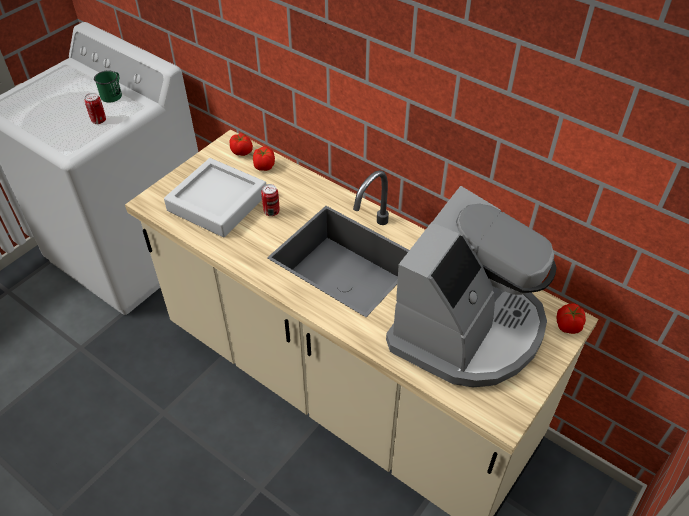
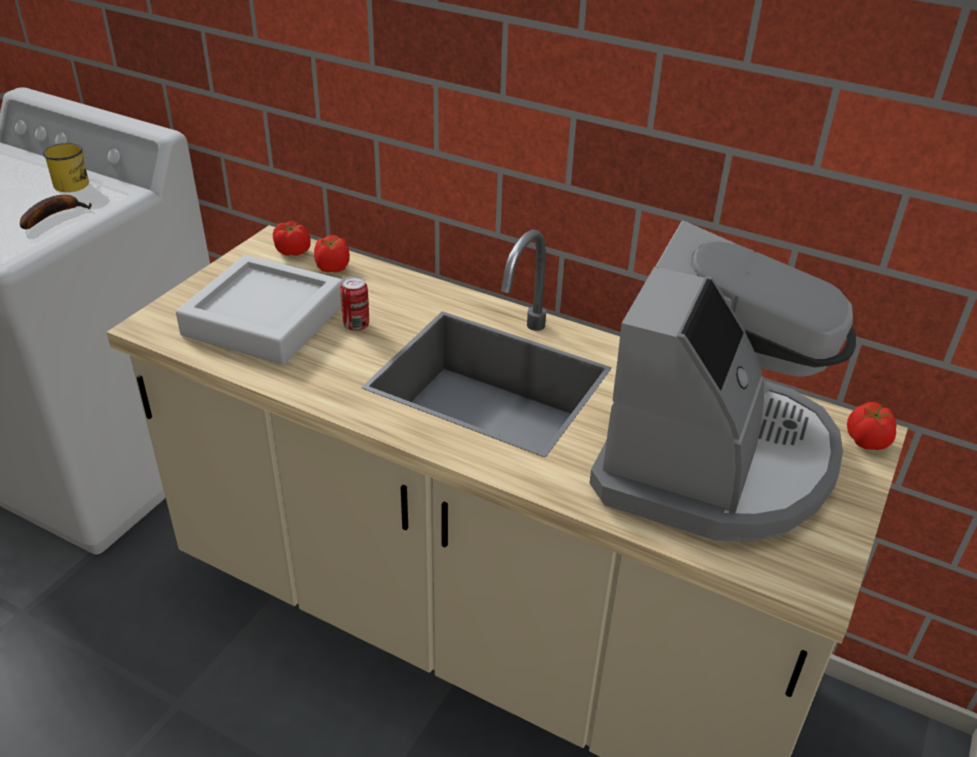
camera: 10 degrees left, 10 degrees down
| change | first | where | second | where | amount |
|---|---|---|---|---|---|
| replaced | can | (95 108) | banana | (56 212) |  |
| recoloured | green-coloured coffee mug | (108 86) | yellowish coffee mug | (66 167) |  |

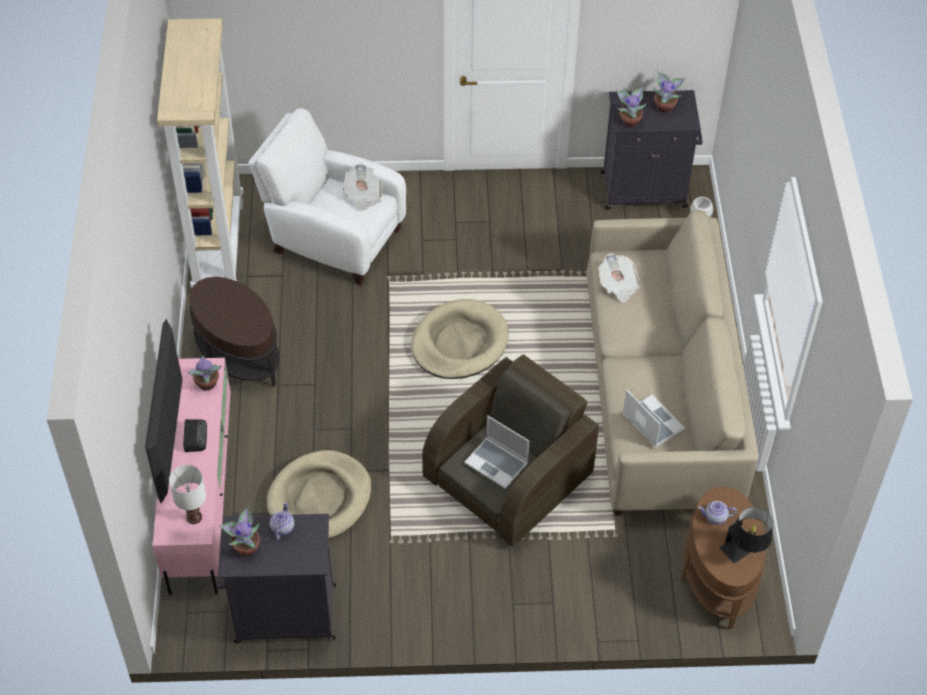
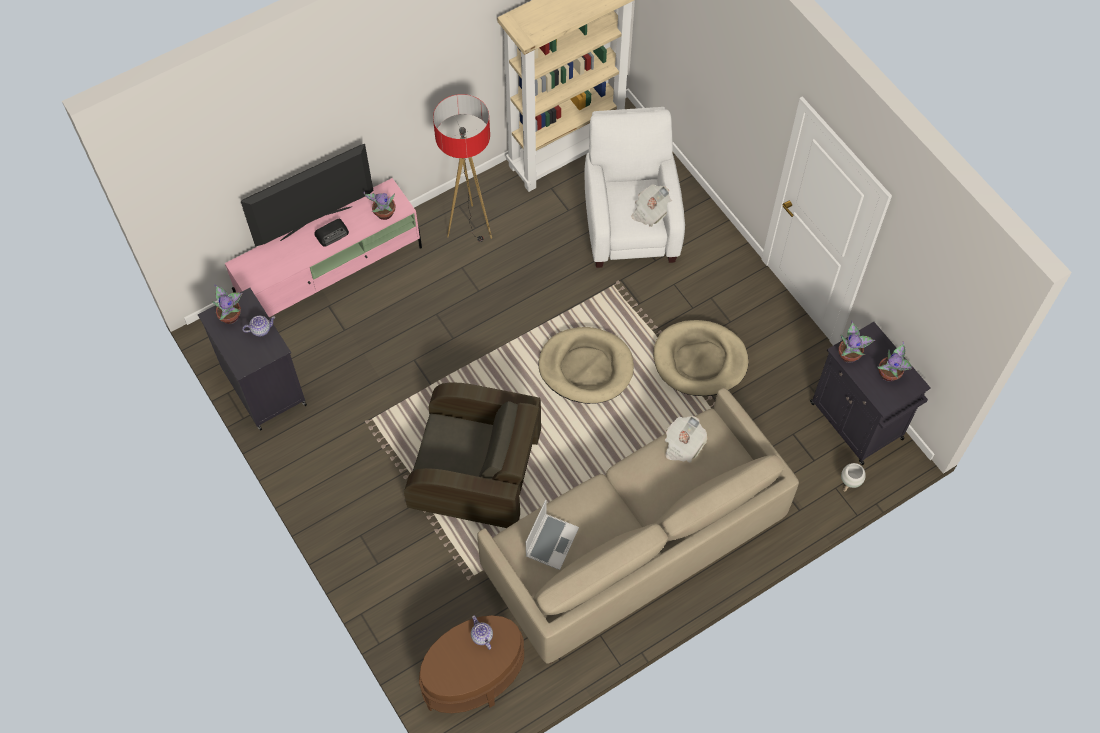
camera: 60 degrees right, 10 degrees up
| change | first | where | second | where | amount |
|---|---|---|---|---|---|
| removed | white table lamp | (187 494) |  |  |  |
| replaced | brown end table | (234 332) | standing lamp | (462 168) |  |
| moved | sand-coloured dog bed | (319 494) |  | (700 358) |  |
| removed | laptop | (496 452) |  |  |  |
| removed | black-coloured table lamp | (746 535) |  |  |  |

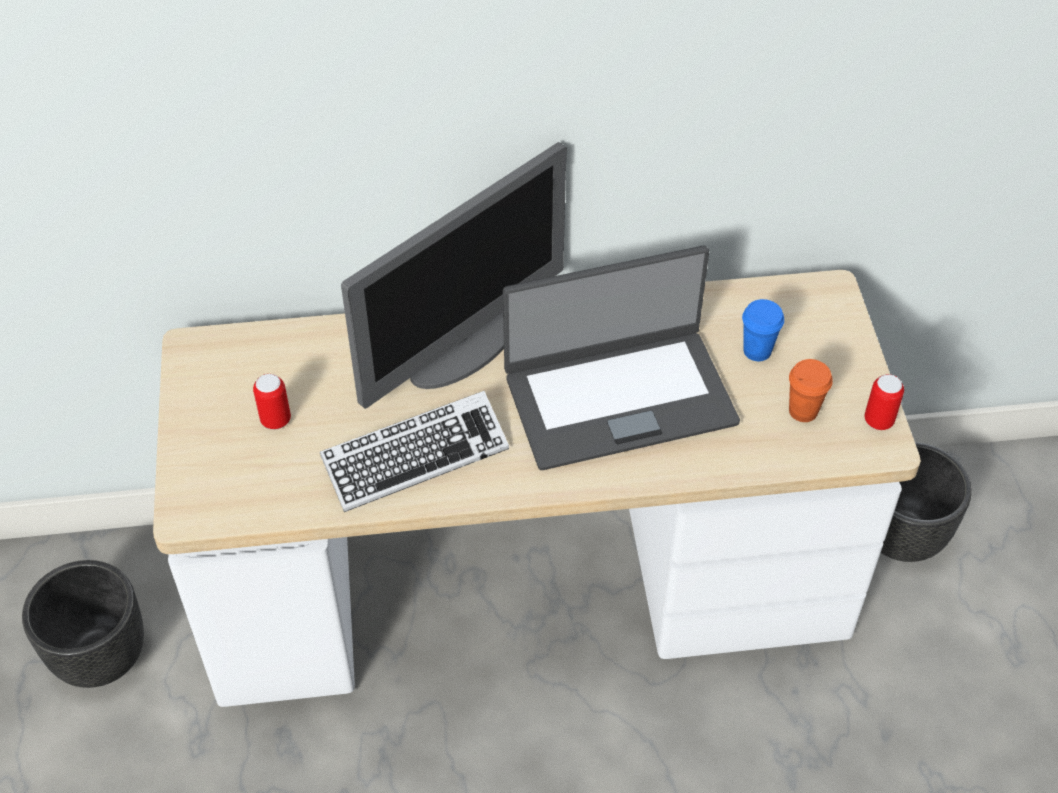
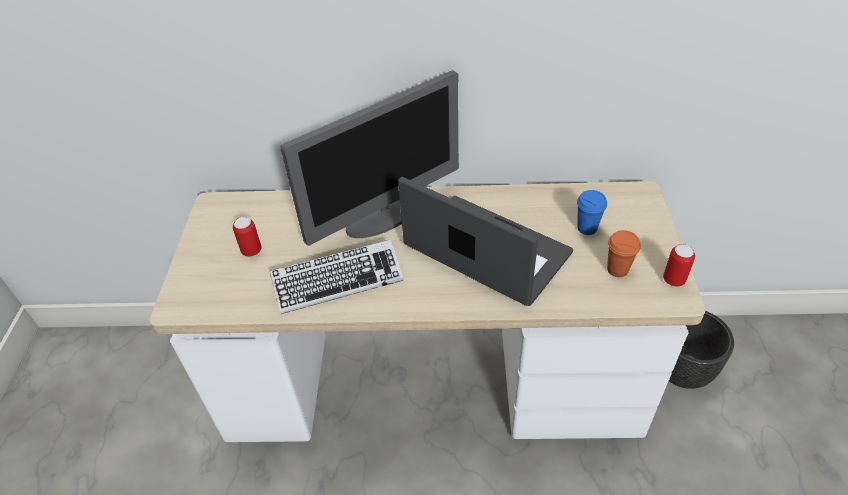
camera: 10 degrees right, 5 degrees down
| change | first | where | second | where | amount |
|---|---|---|---|---|---|
| removed | black-coloured planter | (83 624) |  |  |  |
| turned | laptop | (621 358) |  | (485 241) | 135 degrees counterclockwise |

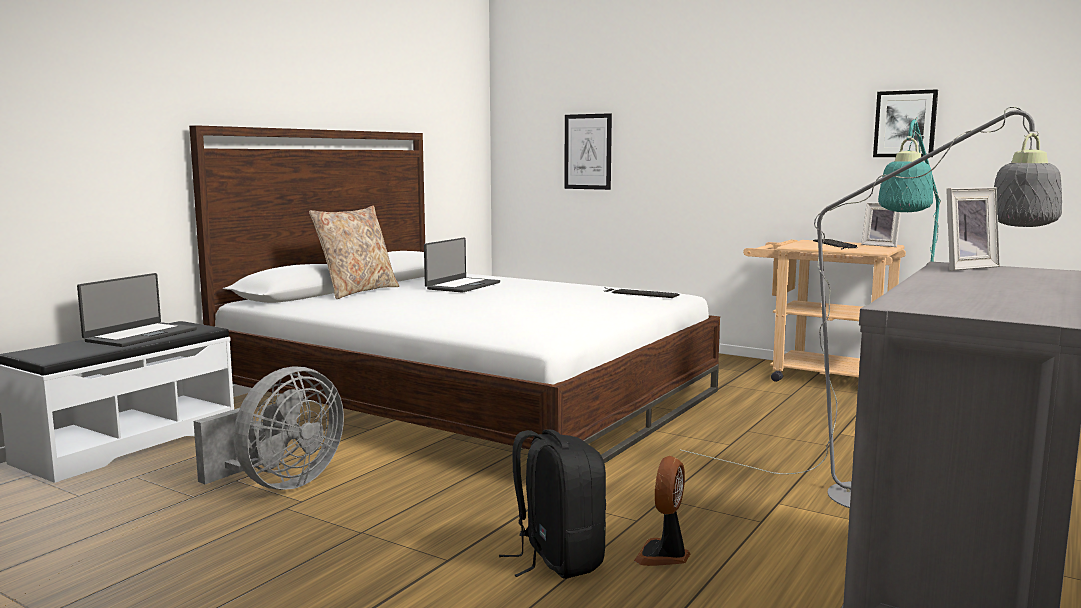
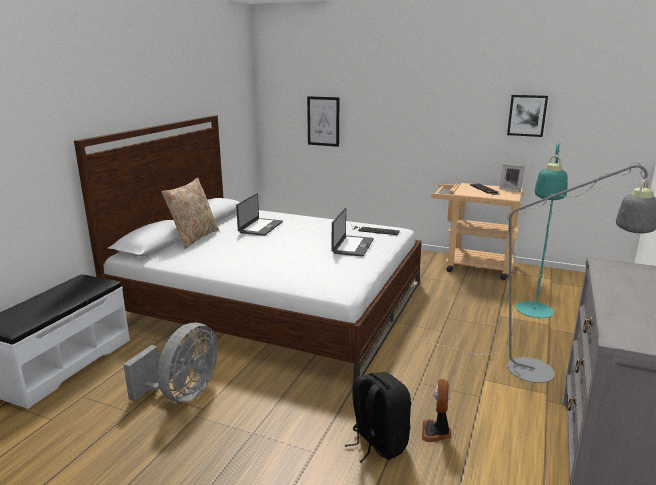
camera: 10 degrees left, 10 degrees up
| change | first | where | second | where | amount |
|---|---|---|---|---|---|
| moved | laptop | (137 310) |  | (353 232) |  |
| removed | picture frame | (973 229) |  |  |  |

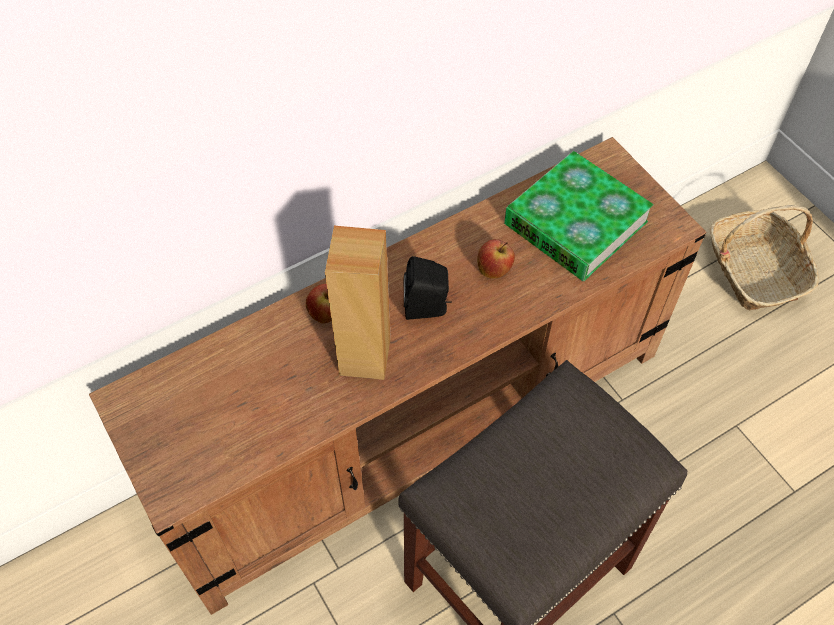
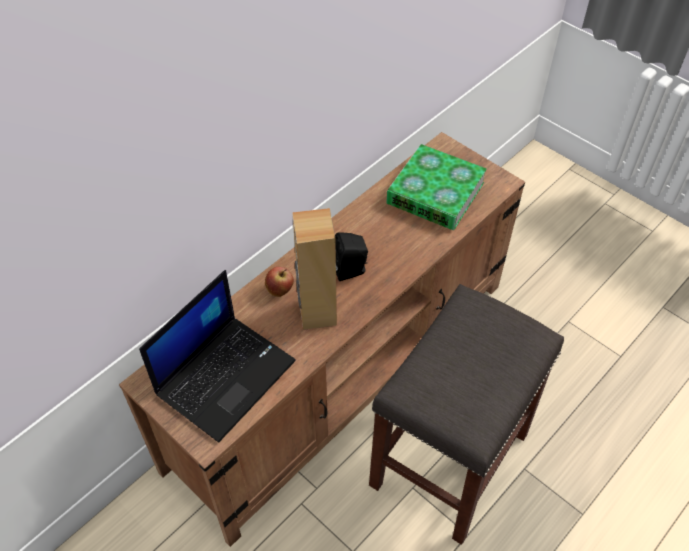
camera: 15 degrees left, 5 degrees down
| change | first | where | second | where | amount |
|---|---|---|---|---|---|
| removed | apple fruit | (496 259) |  |  |  |
| removed | storage basket | (764 258) |  |  |  |
| added |  |  | laptop | (217 356) |  |

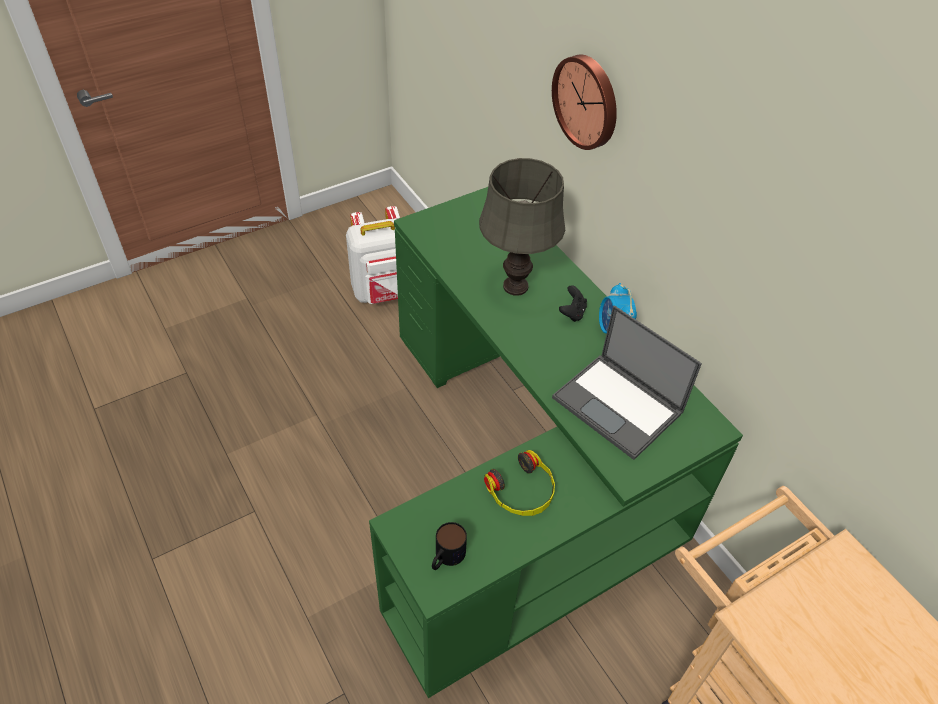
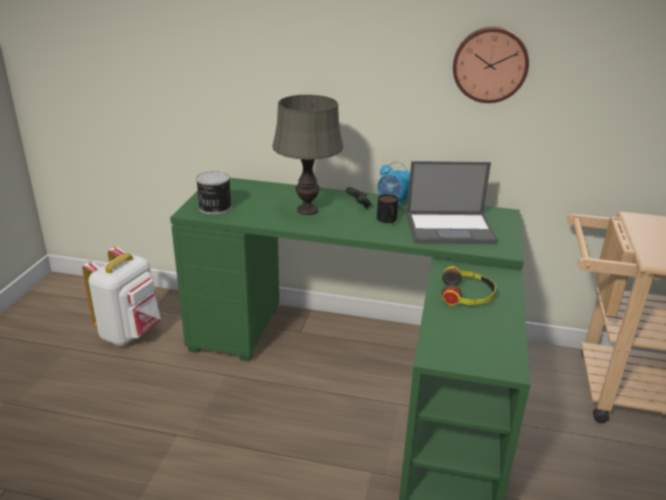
camera: 45 degrees left, 20 degrees down
| change | first | where | second | where | amount |
|---|---|---|---|---|---|
| moved | coffee mug | (449 546) |  | (387 208) |  |
| moved | wall clock | (584 102) |  | (491 65) |  |
| added |  |  | can | (214 193) |  |

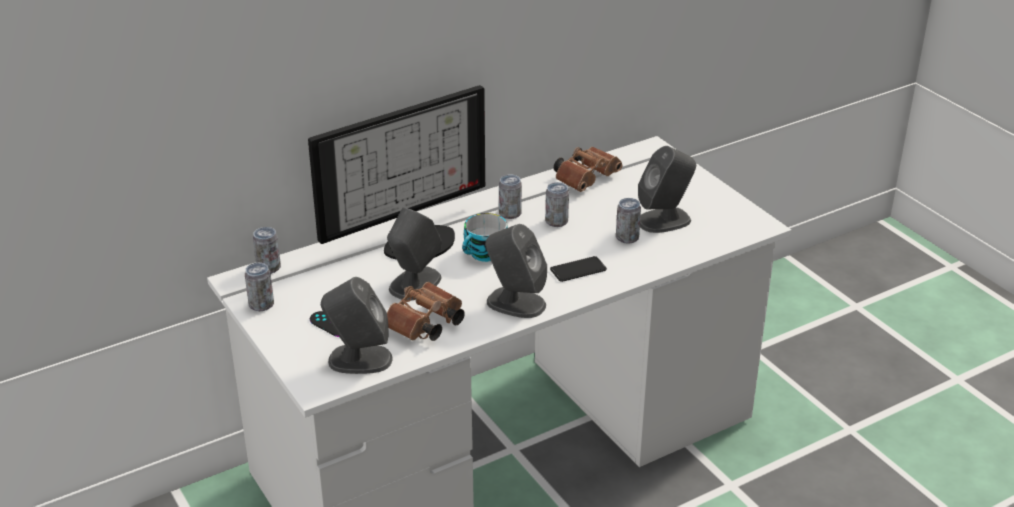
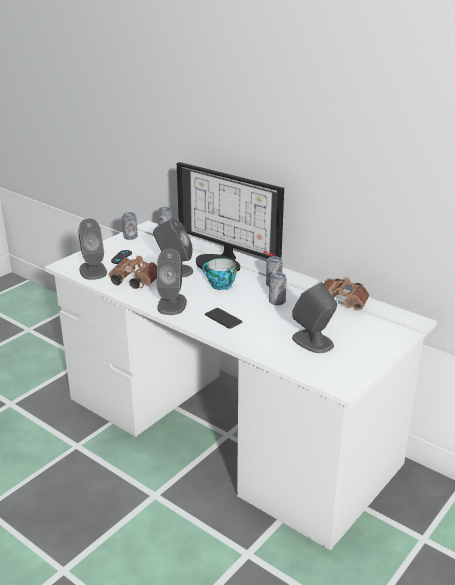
camera: 70 degrees right, 5 degrees down
| change | first | where | second | where | amount |
|---|---|---|---|---|---|
| removed | can | (628 221) |  |  |  |

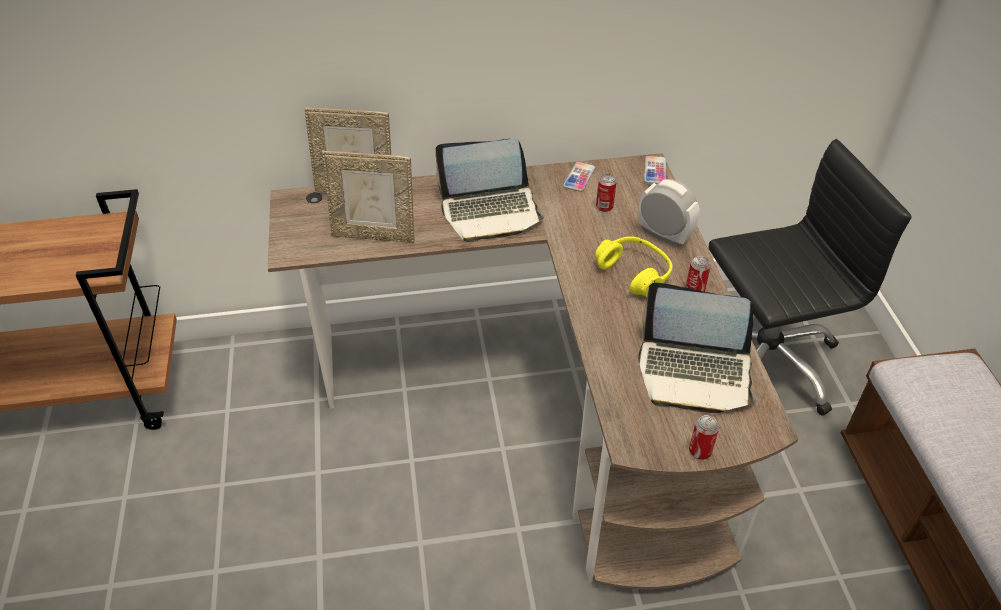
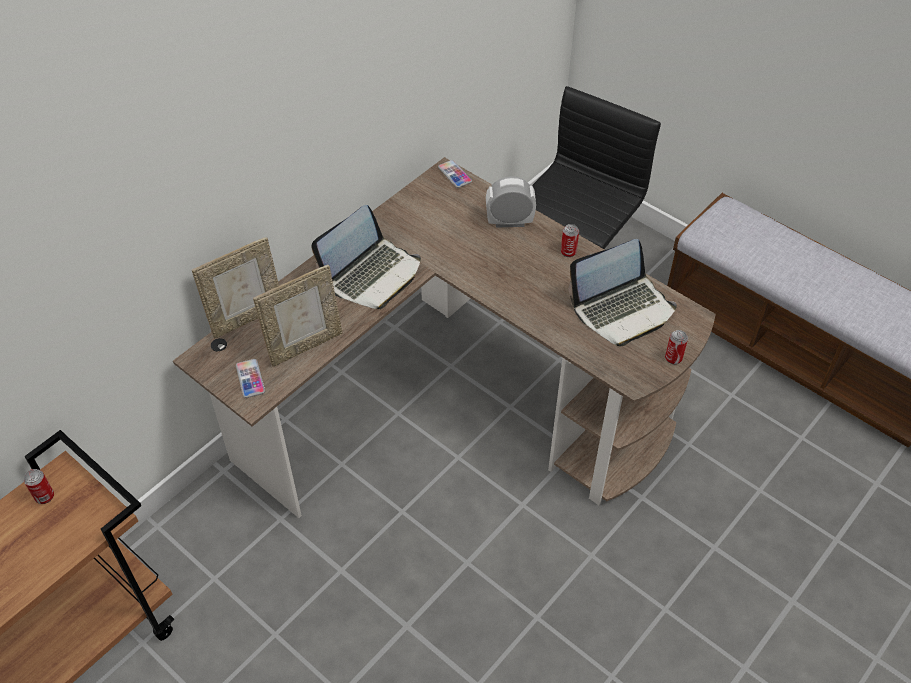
camera: 40 degrees left, 5 degrees up
| change | first | where | second | where | amount |
|---|---|---|---|---|---|
| moved | telephone | (579 177) |  | (250 378) |  |
| removed | yellowish headphones | (633 266) |  |  |  |
| moved | can | (606 192) |  | (38 486) |  |

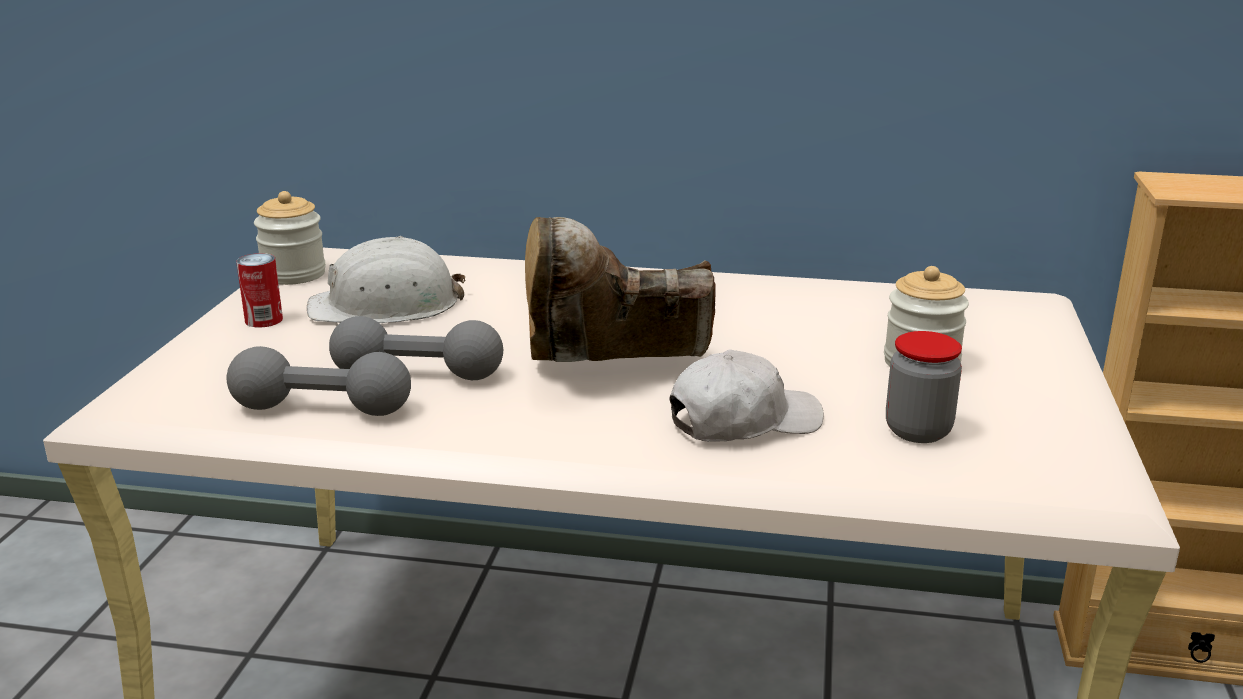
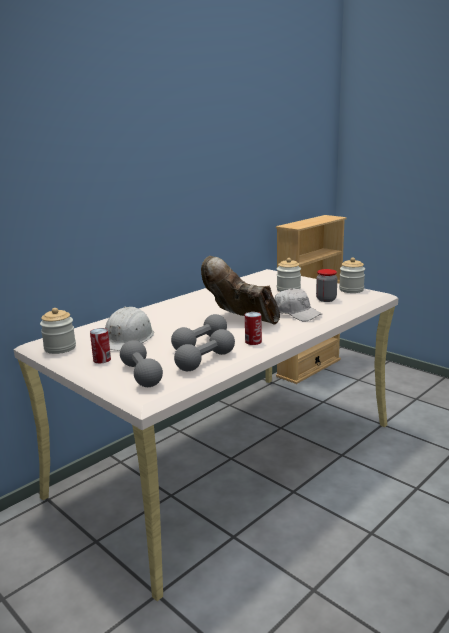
camera: 55 degrees left, 5 degrees down
| change | first | where | second | where | amount |
|---|---|---|---|---|---|
| turned | brown boot | (620 289) |  | (240 290) | 105 degrees clockwise |
| turned | white cap | (747 395) |  | (298 304) | 120 degrees clockwise |
| added |  |  | greyish hand weight | (141 363) |  |
| added |  |  | can | (253 328) |  |
| added |  |  | preserve jar | (352 275) |  |

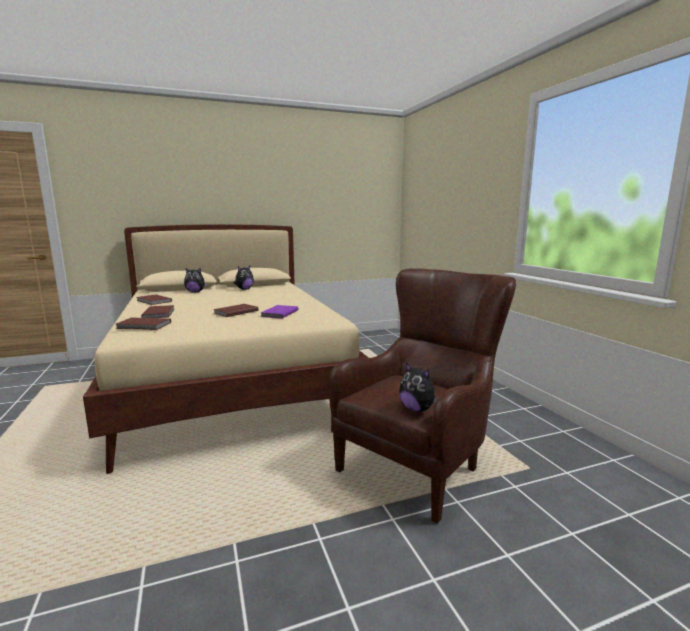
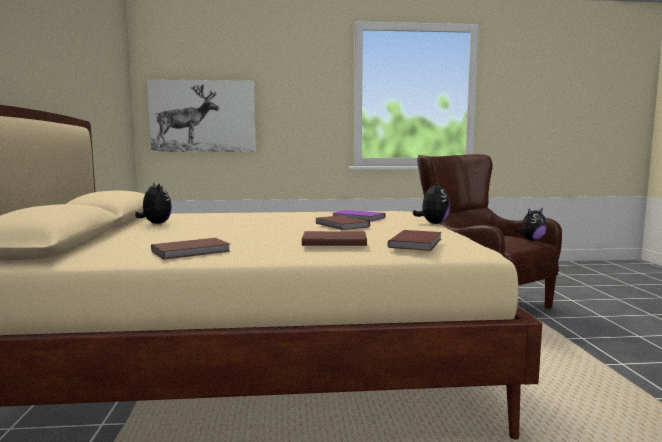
camera: 75 degrees left, 5 degrees down
| change | first | where | second | where | amount |
|---|---|---|---|---|---|
| moved | cuddly toy | (196 280) |  | (431 203) |  |
| added |  |  | wall art | (201 115) |  |

